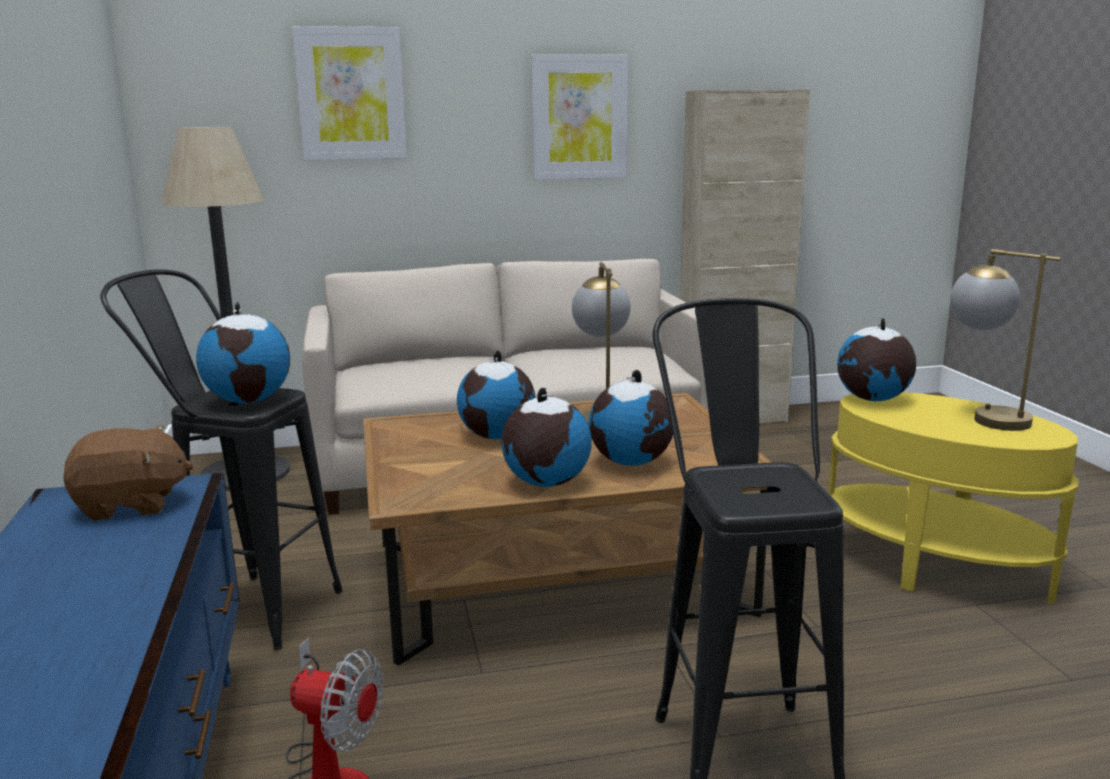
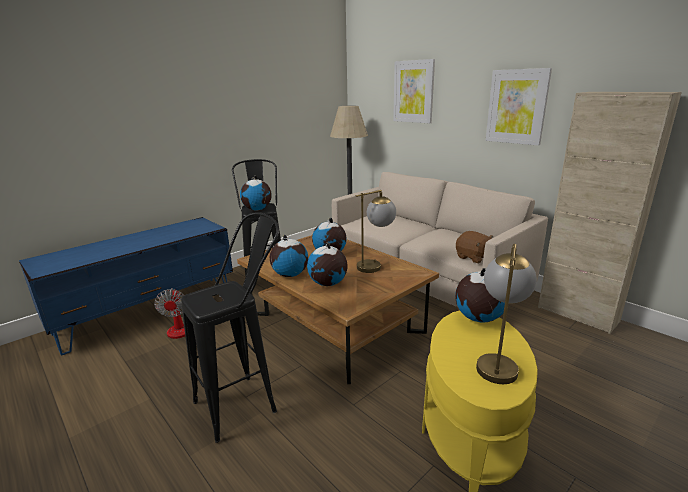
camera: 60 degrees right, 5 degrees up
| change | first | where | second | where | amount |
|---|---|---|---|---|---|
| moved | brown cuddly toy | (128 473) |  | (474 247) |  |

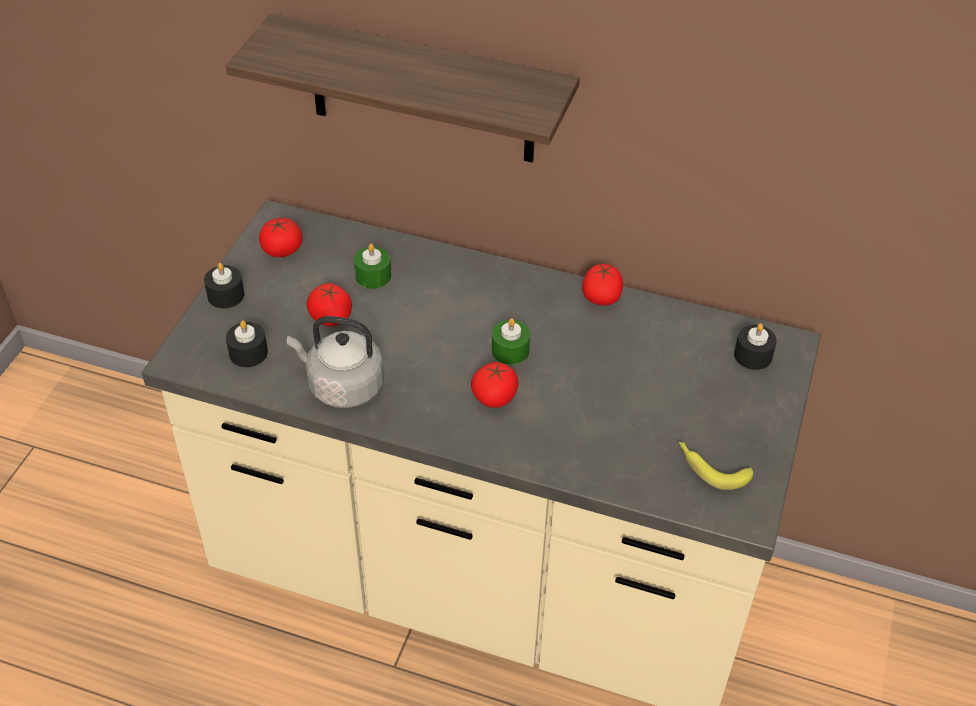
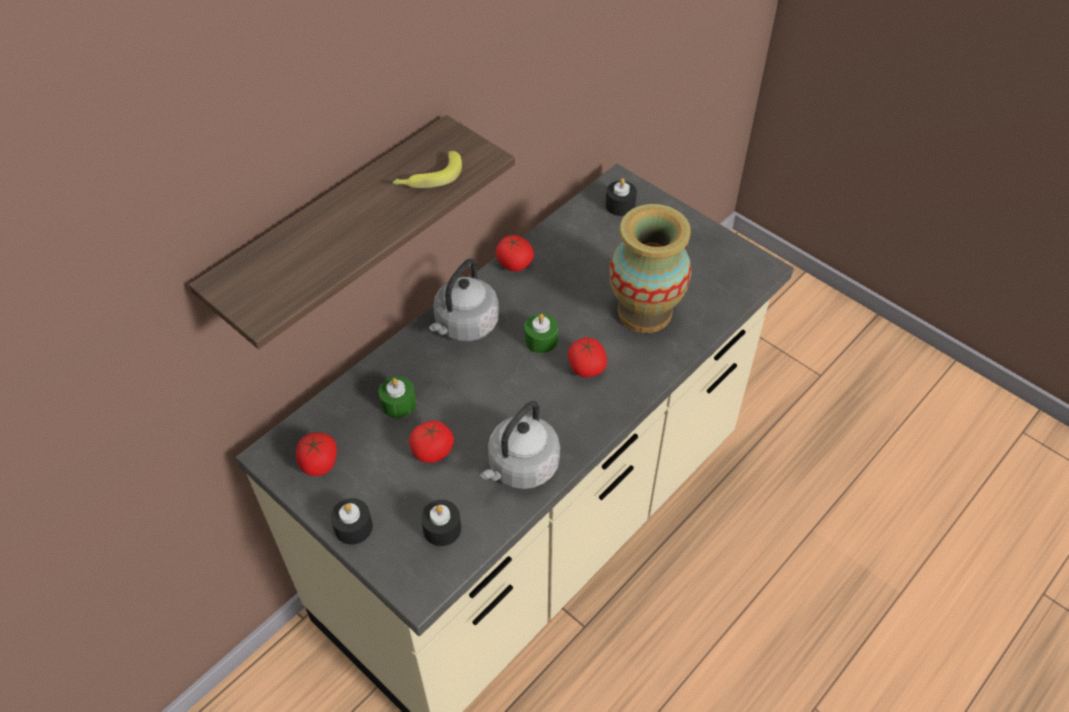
camera: 65 degrees left, 5 degrees up
| change | first | where | second | where | amount |
|---|---|---|---|---|---|
| moved | banana | (715 466) |  | (427 169) |  |
| added |  |  | greyish tea kettle | (464 300) |  |
| added |  |  | decorative vase | (650 268) |  |

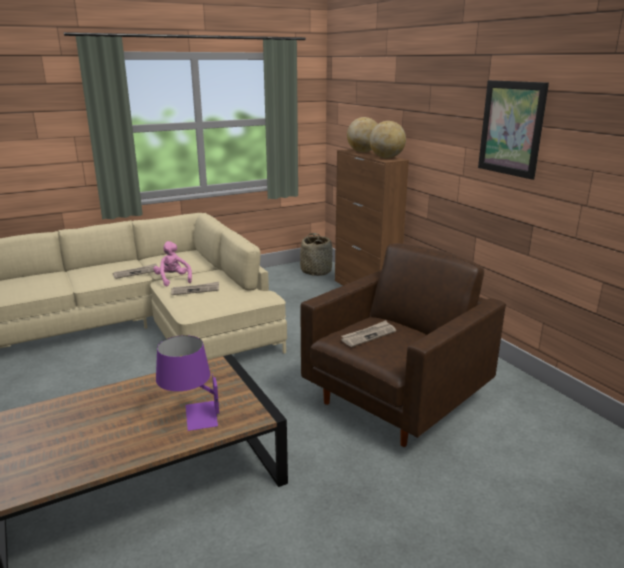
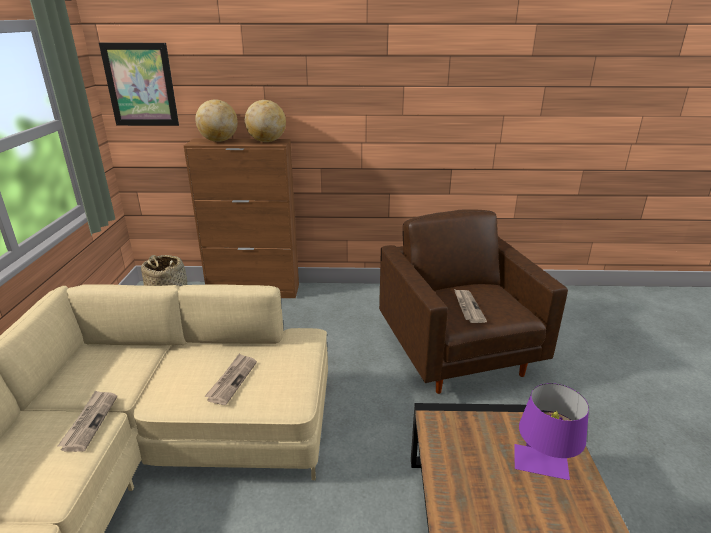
camera: 60 degrees left, 5 degrees up
| change | first | where | second | where | amount |
|---|---|---|---|---|---|
| removed | pink-coloured cuddly toy | (172 263) |  |  |  |
| moved | wall art | (513 130) |  | (139 84) |  |

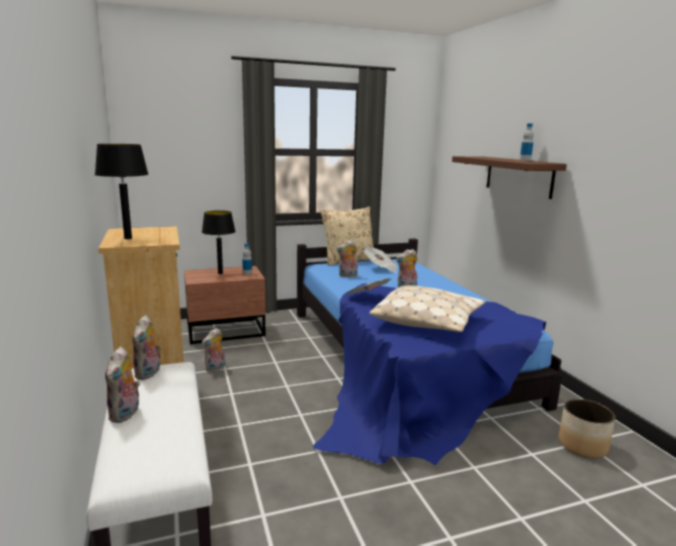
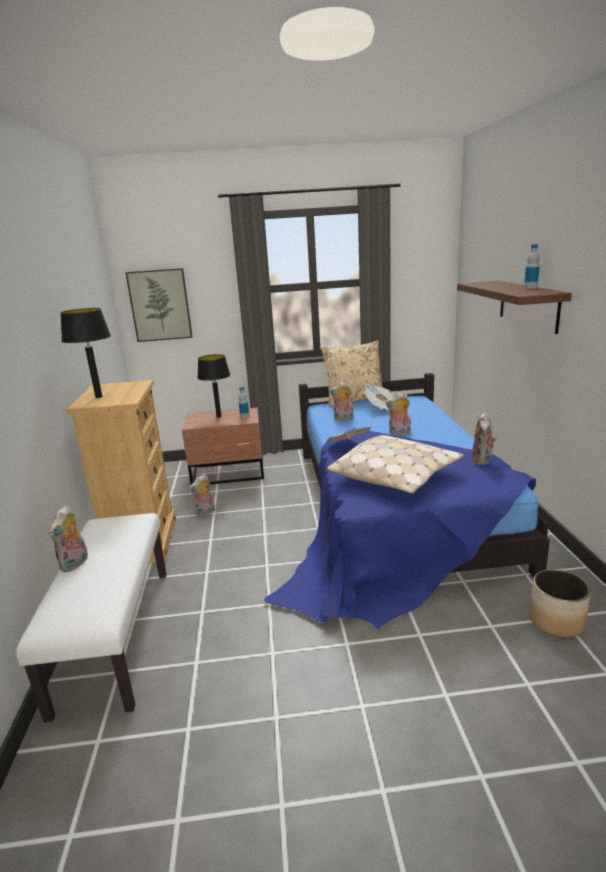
camera: 15 degrees right, 5 degrees up
| change | first | where | second | where | amount |
|---|---|---|---|---|---|
| moved | cuddly toy | (146 347) |  | (483 438) |  |
| added |  |  | wall art | (158 305) |  |

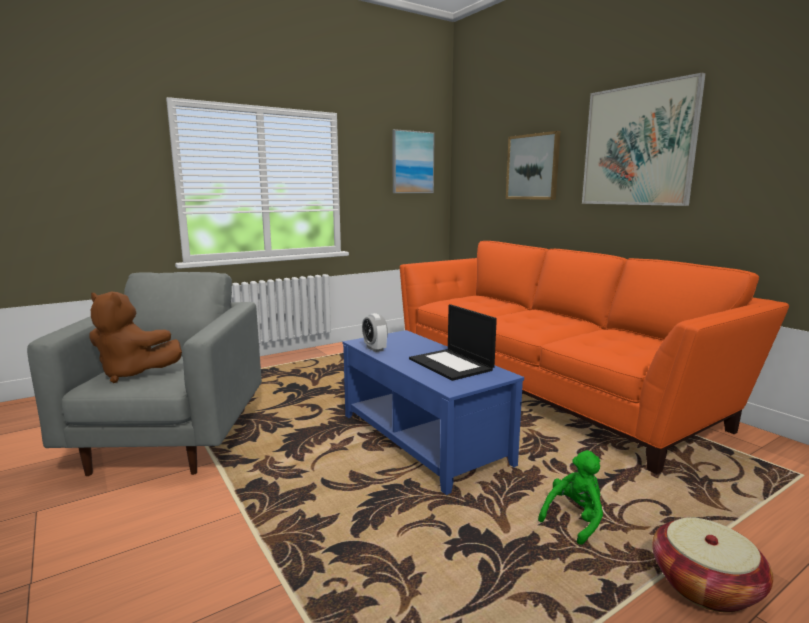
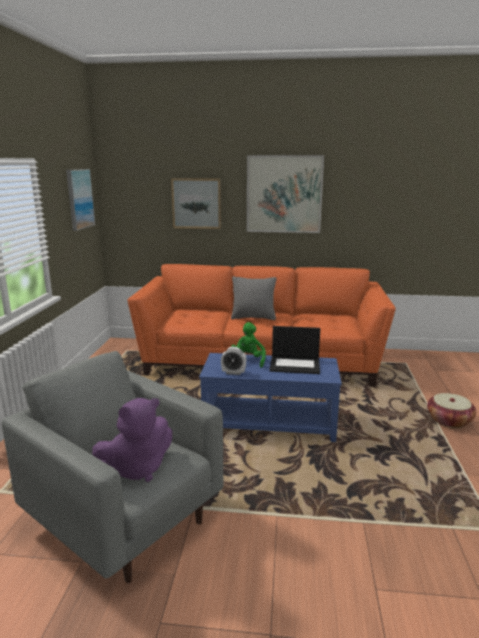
camera: 50 degrees left, 5 degrees up
| change | first | where | second | where | amount |
|---|---|---|---|---|---|
| recoloured | brown cuddly toy | (135 337) | purple cuddly toy | (132 440) |  |
| moved | green-coloured cuddly toy | (570 497) |  | (248 345) |  |
| added |  |  | greyish cushion | (254 298) |  |

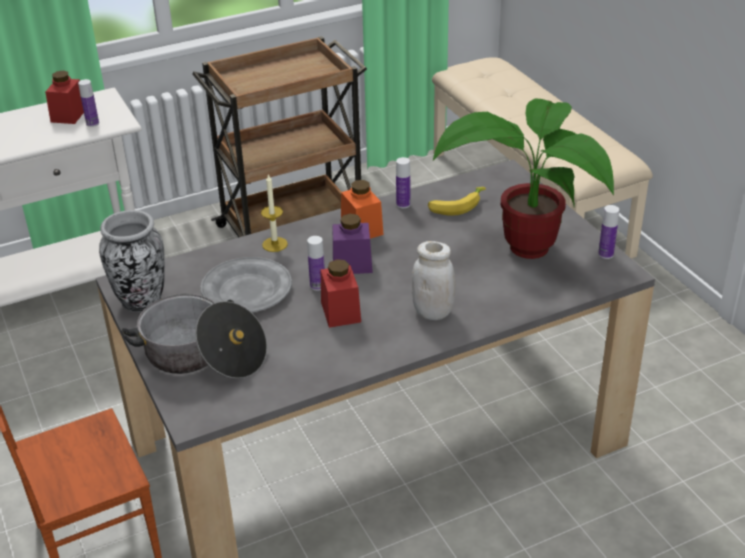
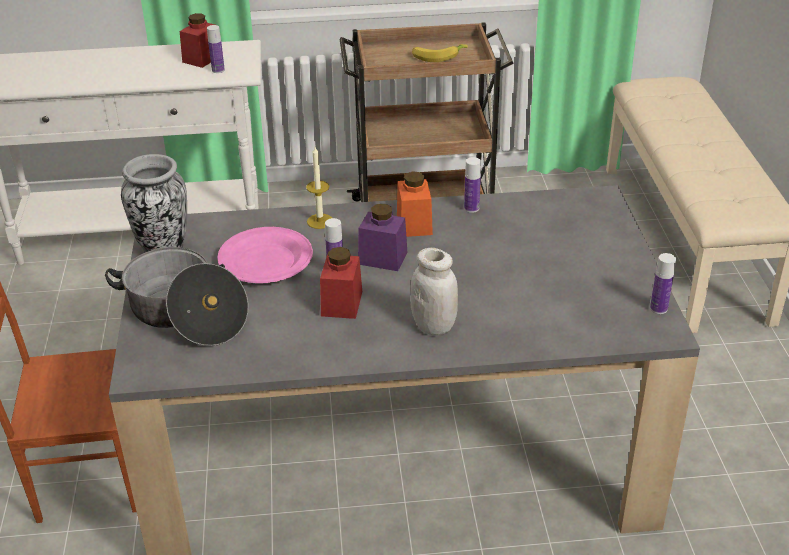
camera: 20 degrees right, 0 degrees up
| change | first | where | second | where | amount |
|---|---|---|---|---|---|
| recoloured | greyish flat dish | (246 284) | pink-coloured flat dish | (265 255) |  |
| moved | banana | (457 201) |  | (440 53) |  |
| removed | houseplant | (523 179) |  |  |  |

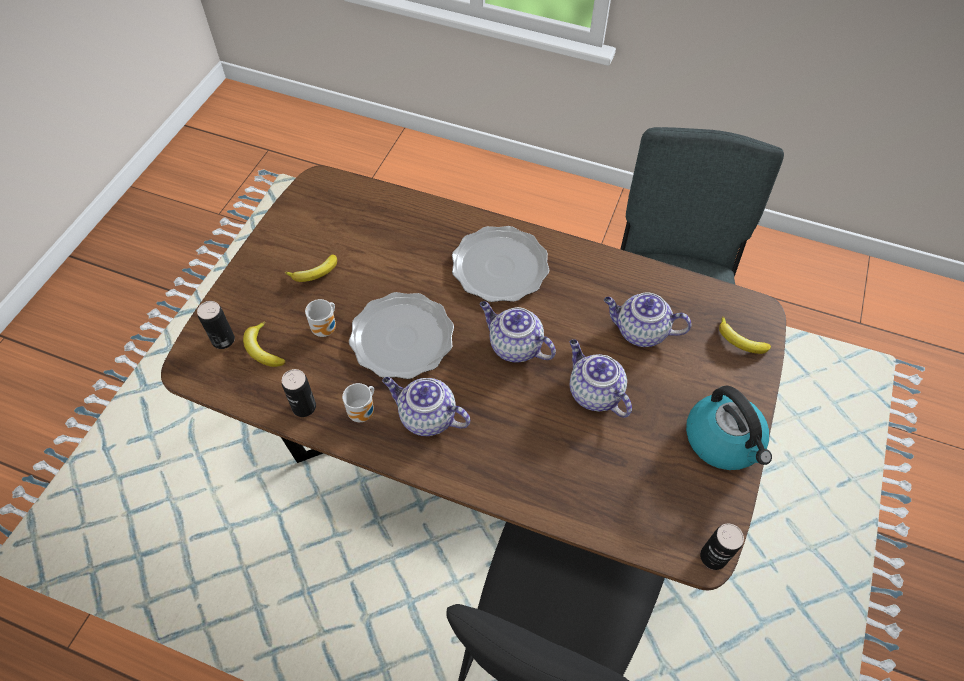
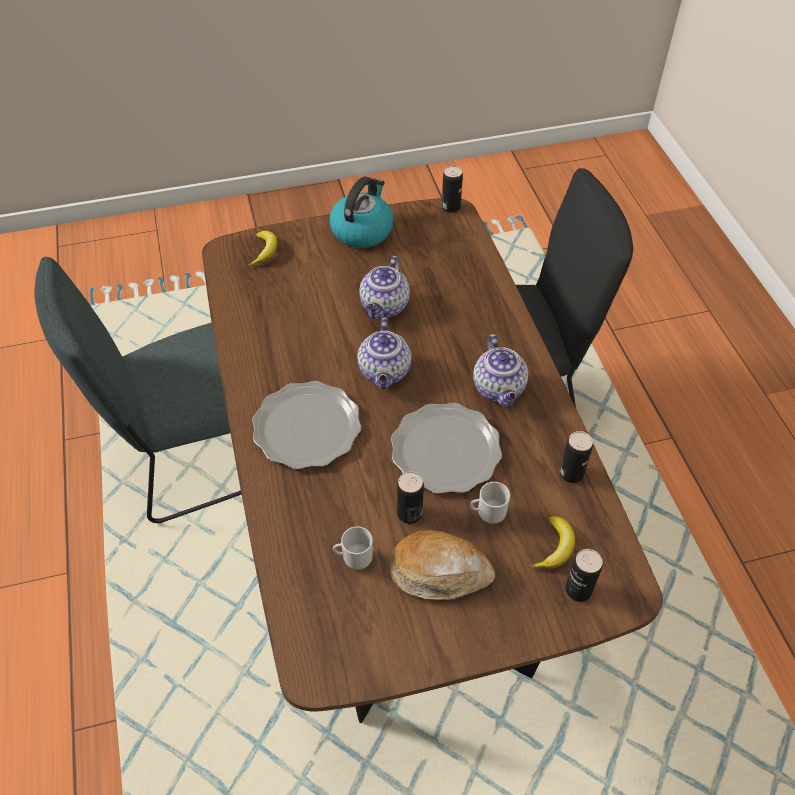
camera: 125 degrees left, 5 degrees down
| change | first | where | second | where | amount |
|---|---|---|---|---|---|
| replaced | banana | (311 268) | bread | (442 565) |  |
| moved | coffee mug | (358 402) |  | (353 548) |  |
| removed | teapot | (648 320) |  |  |  |
| added |  |  | can | (410 497) |  |

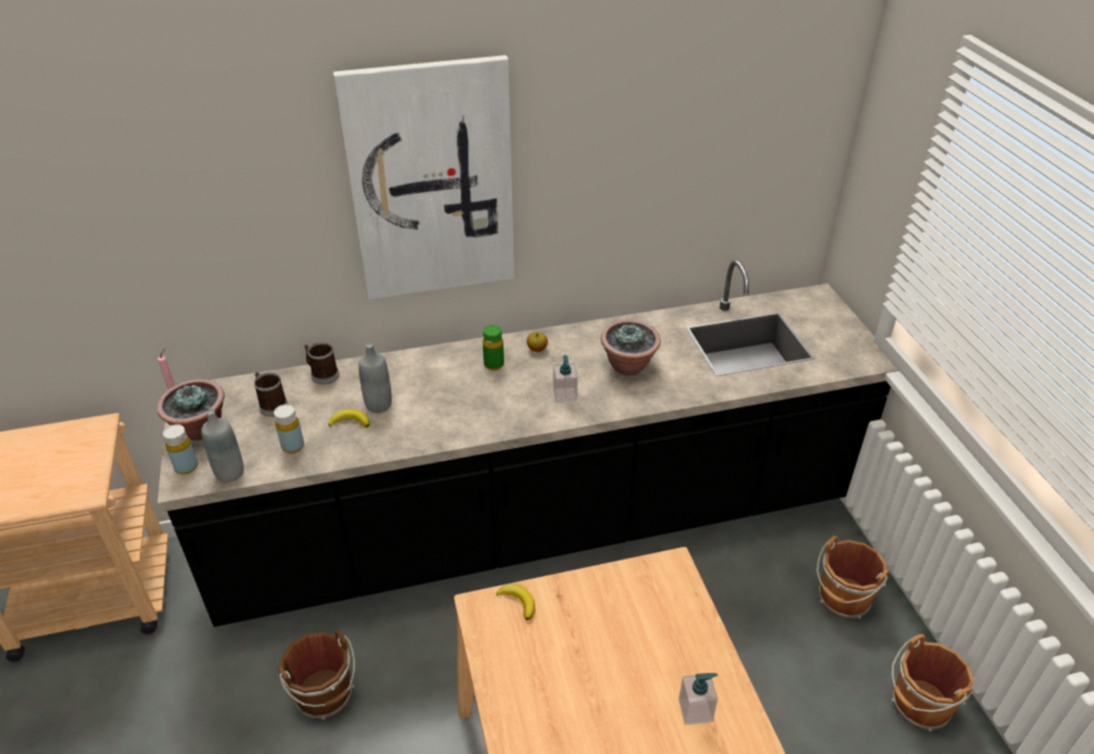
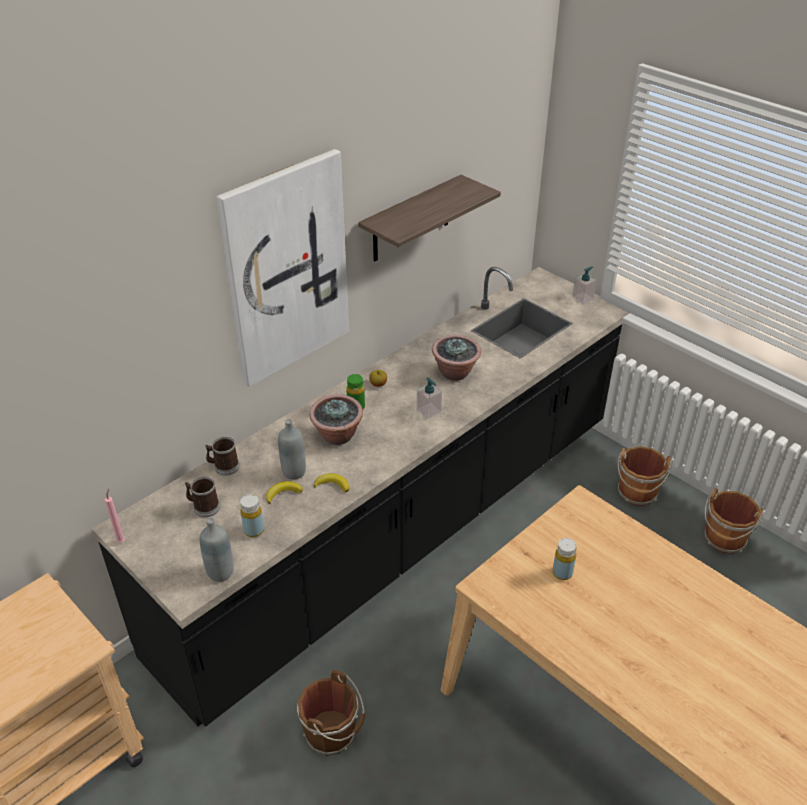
camera: 30 degrees left, 0 degrees up
| change | first | where | second | where | amount |
|---|---|---|---|---|---|
| moved | houseplant | (191 409) |  | (336 419) |  |
| moved | yellowish drink bottle | (180 449) |  | (565 559) |  |
| moved | banana | (515 602) |  | (331 482) |  |
| moved | soap bottle | (698 699) |  | (584 285) |  |
| added |  |  | bracket shelf | (429 218) |  |

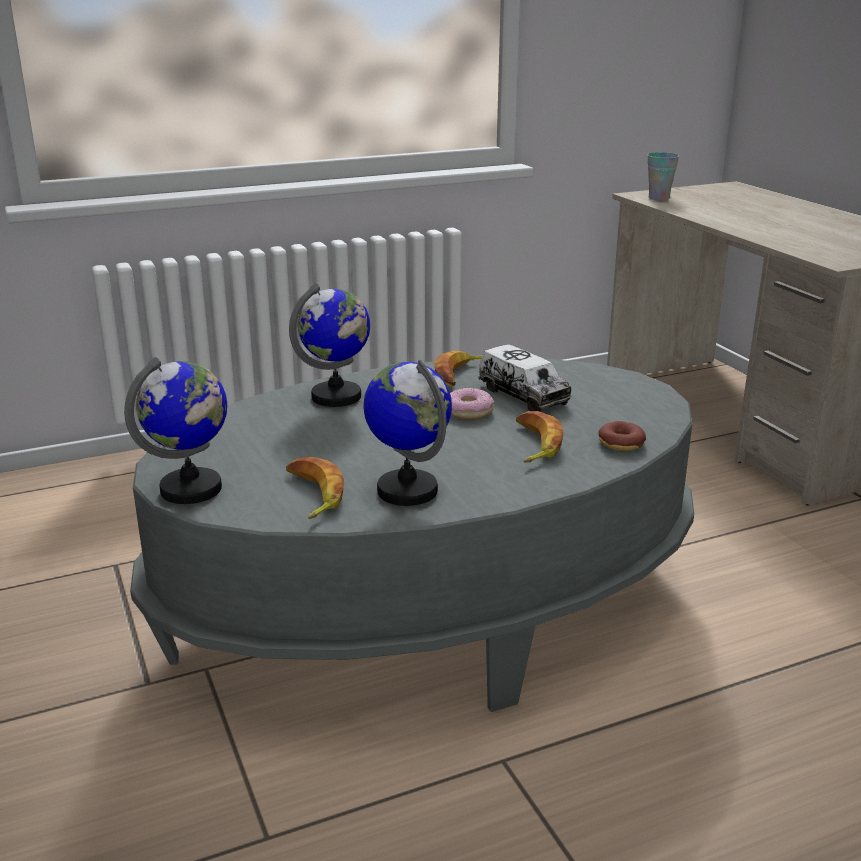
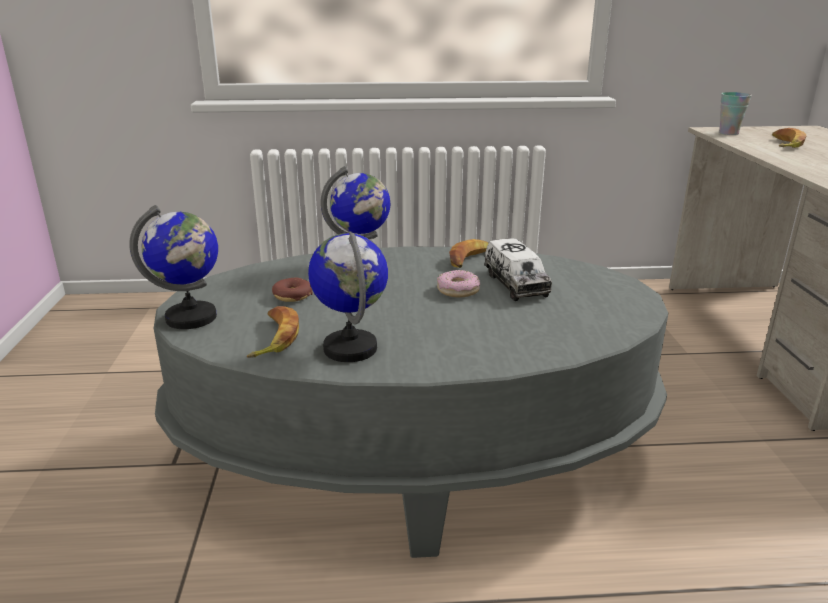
camera: 20 degrees right, 0 degrees up
| change | first | where | second | where | amount |
|---|---|---|---|---|---|
| moved | banana | (539 437) |  | (789 138) |  |
| moved | donut | (622 436) |  | (292 289) |  |

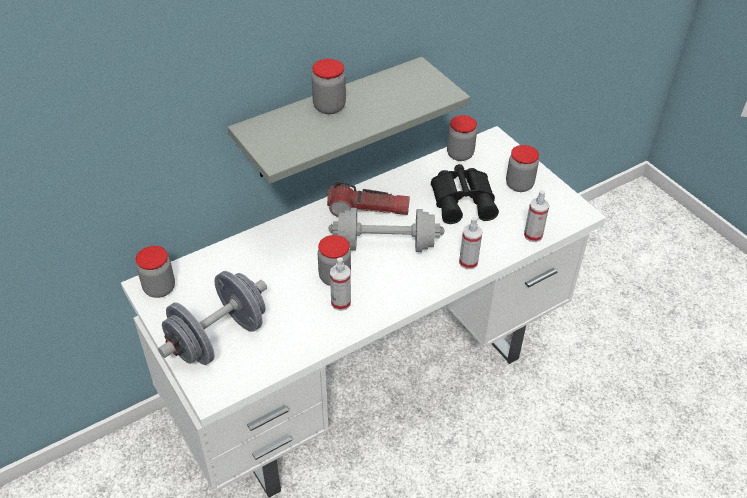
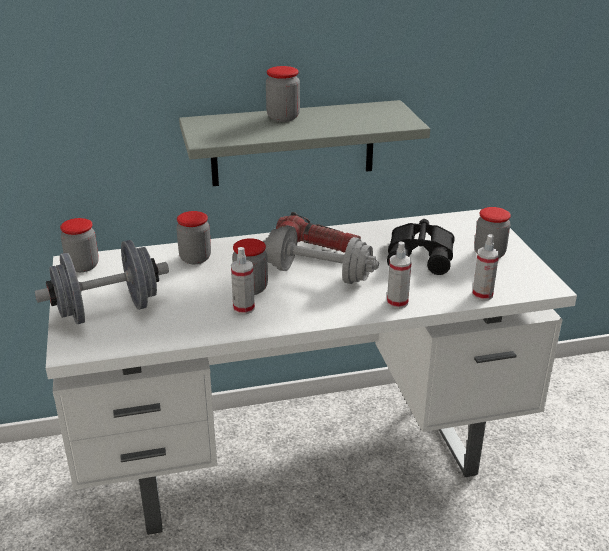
camera: 20 degrees right, 15 degrees down
| change | first | where | second | where | amount |
|---|---|---|---|---|---|
| moved | preserve jar | (462 138) |  | (193 237) |  |

